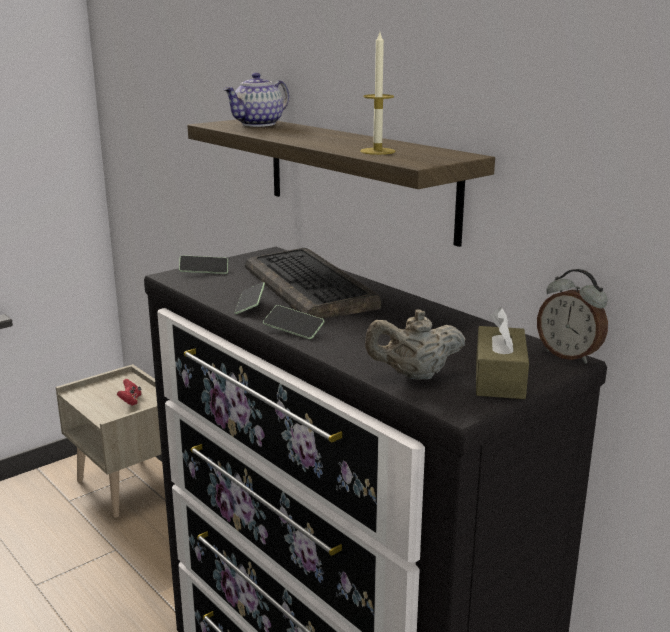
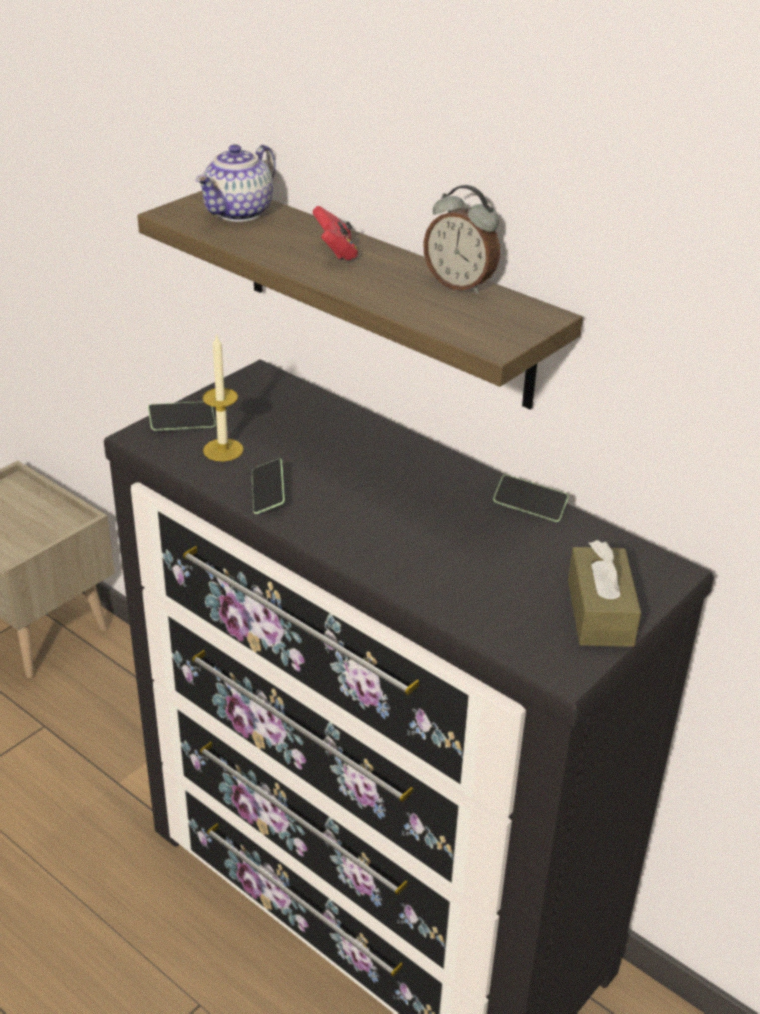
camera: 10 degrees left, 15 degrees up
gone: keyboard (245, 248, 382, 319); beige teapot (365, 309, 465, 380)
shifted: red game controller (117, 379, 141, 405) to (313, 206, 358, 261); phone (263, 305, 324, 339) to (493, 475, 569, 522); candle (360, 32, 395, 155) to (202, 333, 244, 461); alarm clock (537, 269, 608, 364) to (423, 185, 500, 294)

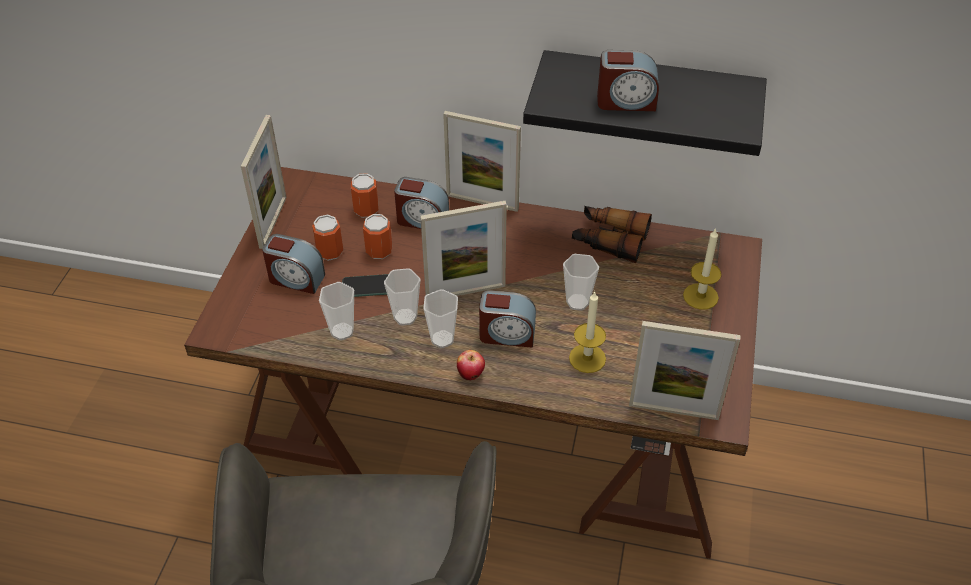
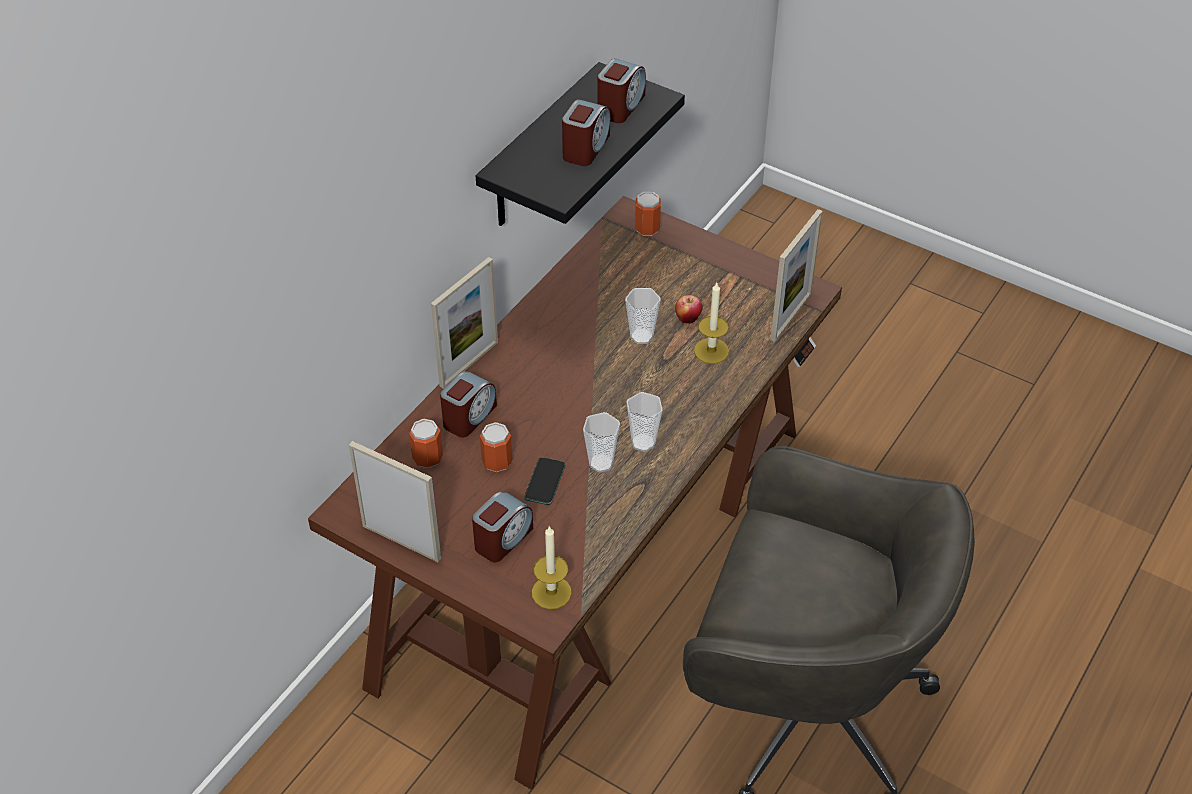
camera: 70 degrees left, 0 degrees up
gone: cup (319, 282, 354, 340); picture frame (420, 201, 507, 296); binoculars (572, 206, 652, 263)
shifted: can (312, 214, 343, 261) to (635, 191, 661, 236); apple (457, 350, 485, 381) to (675, 295, 702, 323); alarm clock (479, 290, 536, 348) to (598, 58, 646, 123); candle (683, 228, 721, 310) to (532, 525, 572, 609)

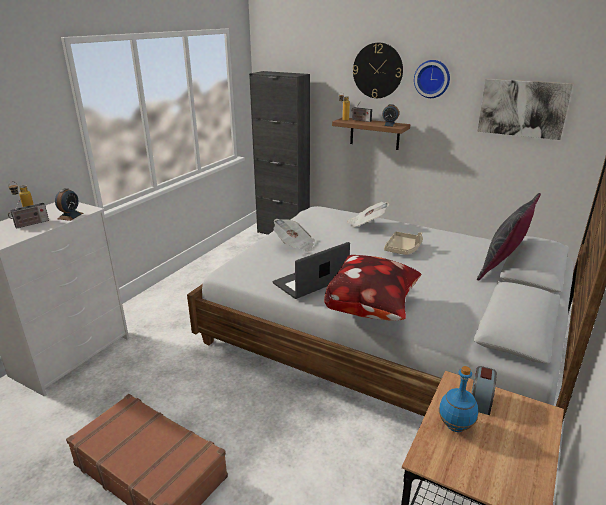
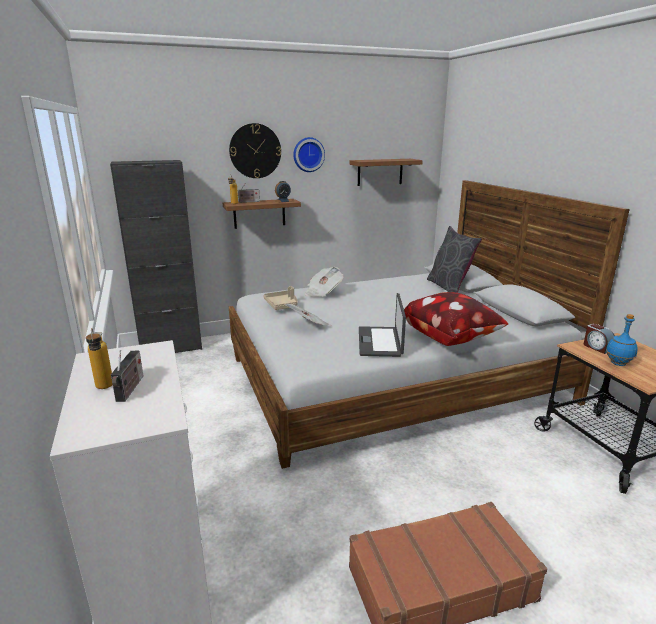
camera: 50 degrees left, 5 degrees down
gone: alarm clock (55, 188, 83, 221)
shifted: beige tray (384, 232, 423, 255) to (263, 286, 298, 310)
swapped: picture (477, 79, 573, 140) to brown shelf (349, 159, 423, 186)

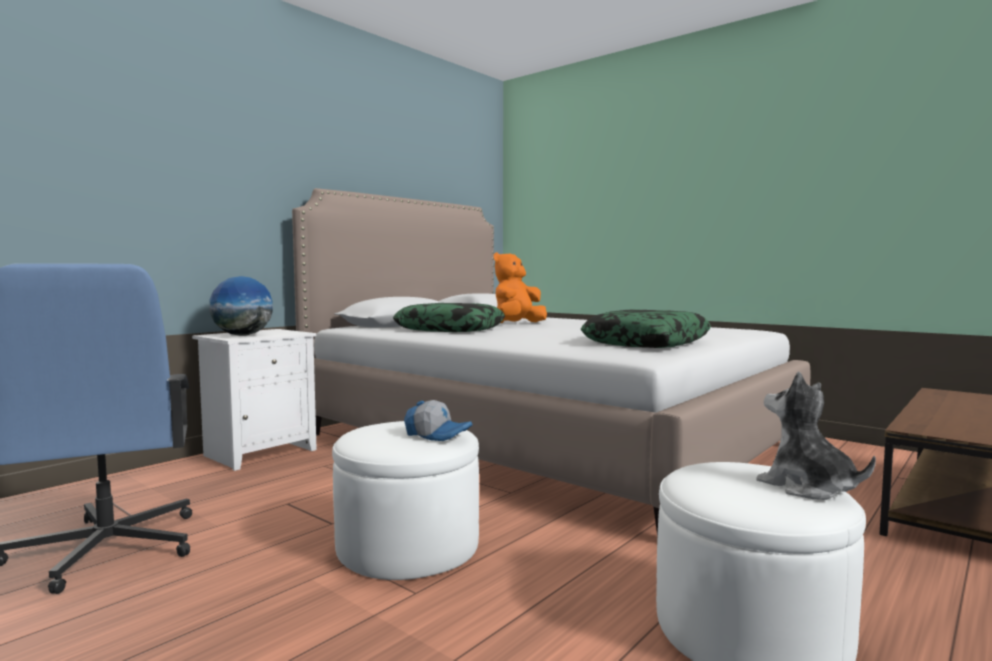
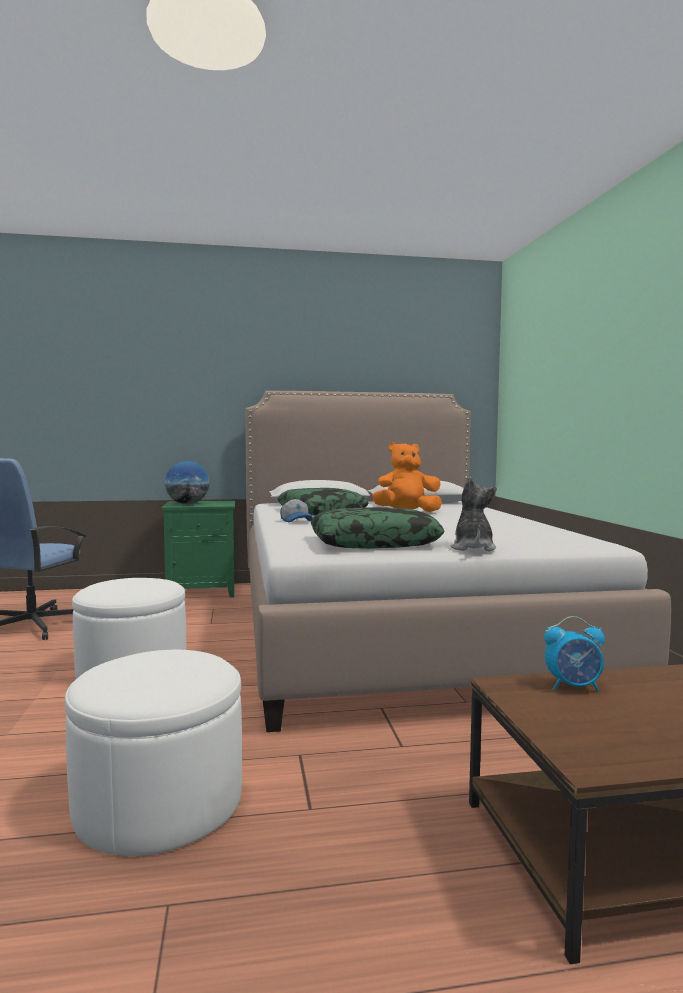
camera: 40 degrees right, 0 degrees up
new: alarm clock (544, 616, 605, 691)
shifted: cap (404, 400, 473, 441) to (280, 499, 313, 522); plush toy (756, 372, 876, 500) to (451, 477, 497, 551)
repainted: white nightstand (192, 329, 317, 471) to green nightstand (162, 501, 235, 598)

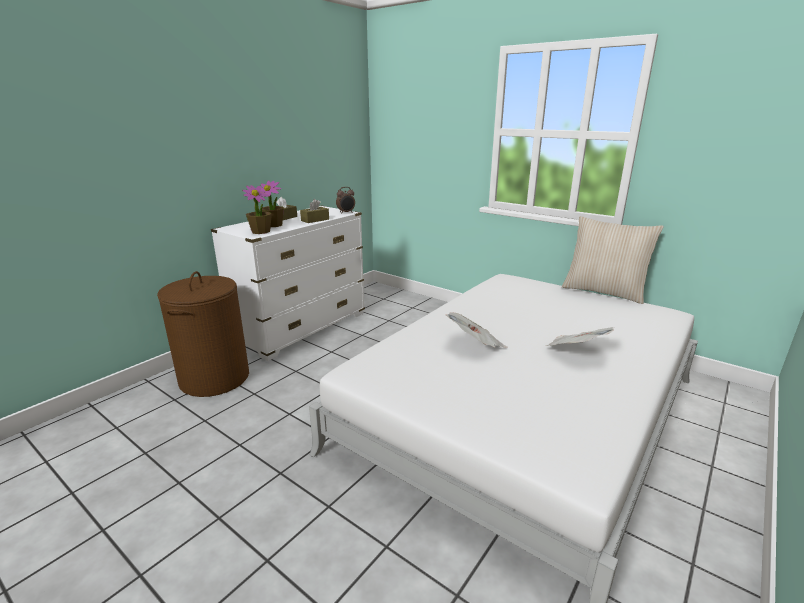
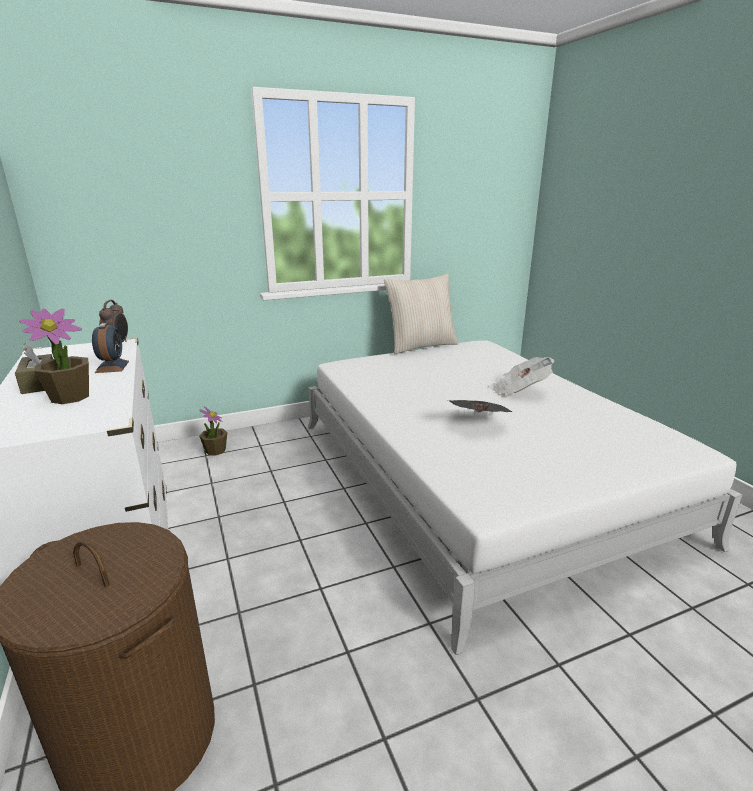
camera: 60 degrees left, 0 degrees up
shifted: potted plant (242, 185, 272, 234) to (199, 406, 227, 455)
swapped: brown tissue box (300, 199, 329, 223) to alarm clock (92, 323, 129, 373)

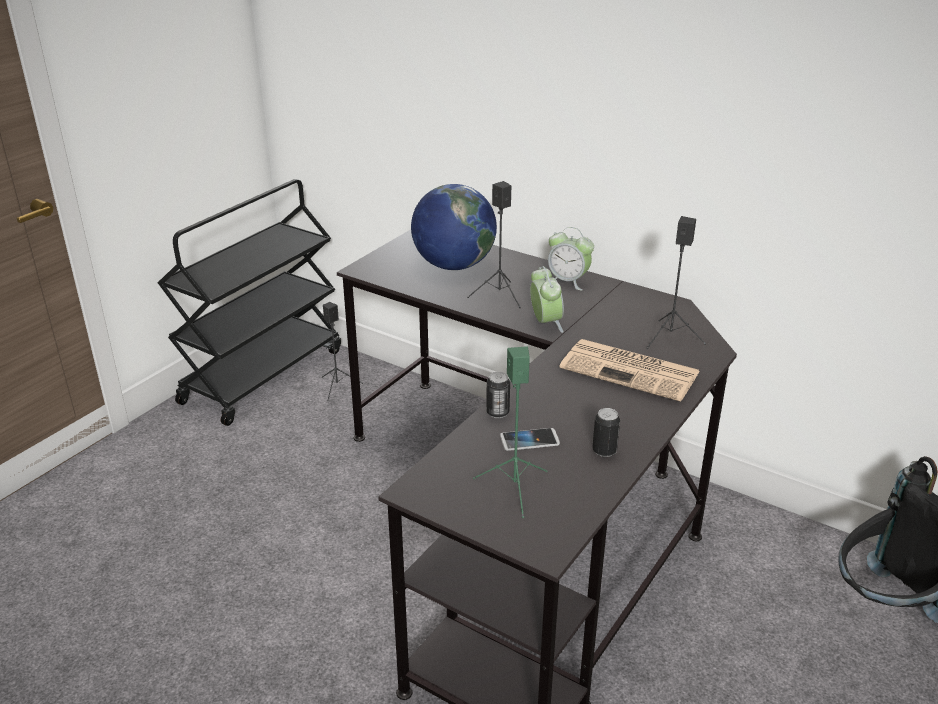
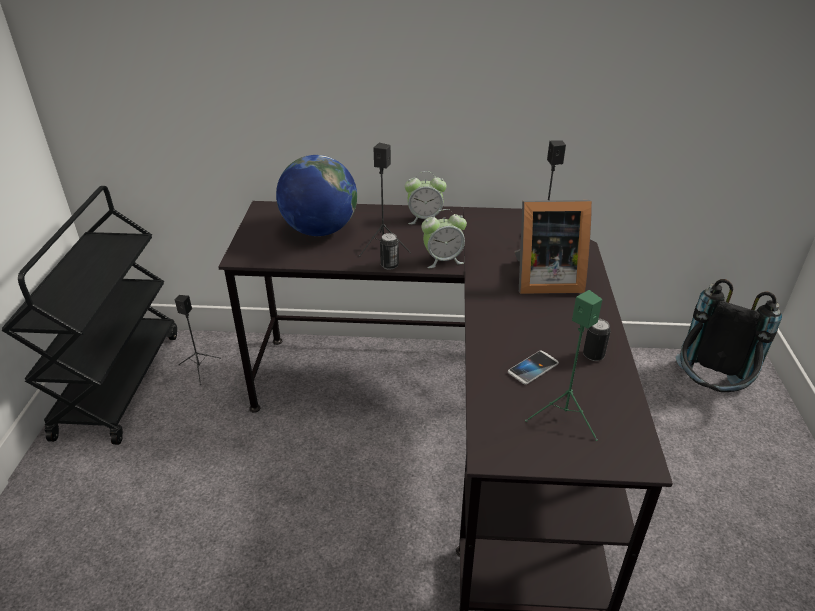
camera: 30 degrees left, 5 degrees up
shifted: can (486, 372, 510, 418) to (380, 233, 399, 270)
swapped: newspaper (559, 339, 700, 402) to picture frame (514, 200, 592, 294)
rotated: alarm clock (530, 266, 564, 333) = (421, 209, 467, 268) 120 degrees clockwise

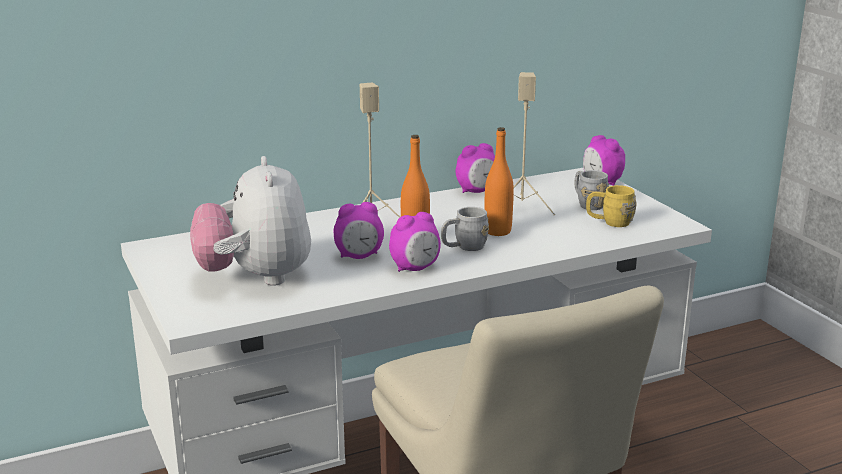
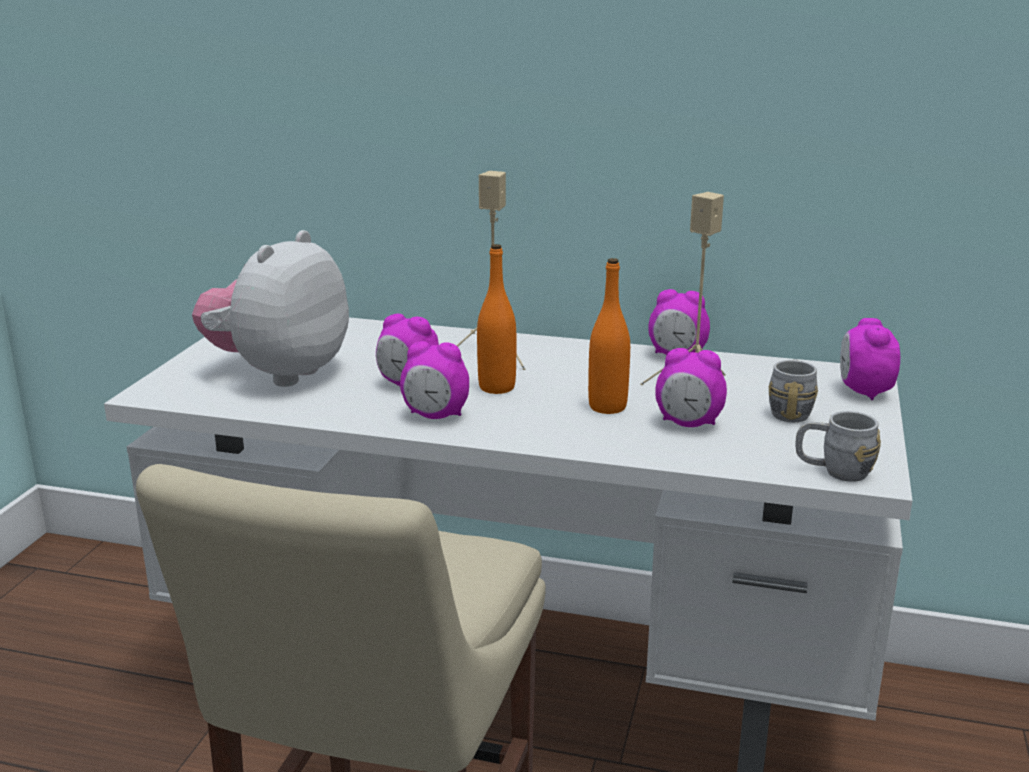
camera: 40 degrees right, 0 degrees up
gone: yellow mug (586, 185, 637, 227)
new: alarm clock (655, 348, 727, 427)
shifted: grey mug (441, 207, 489, 251) to (795, 411, 881, 482)

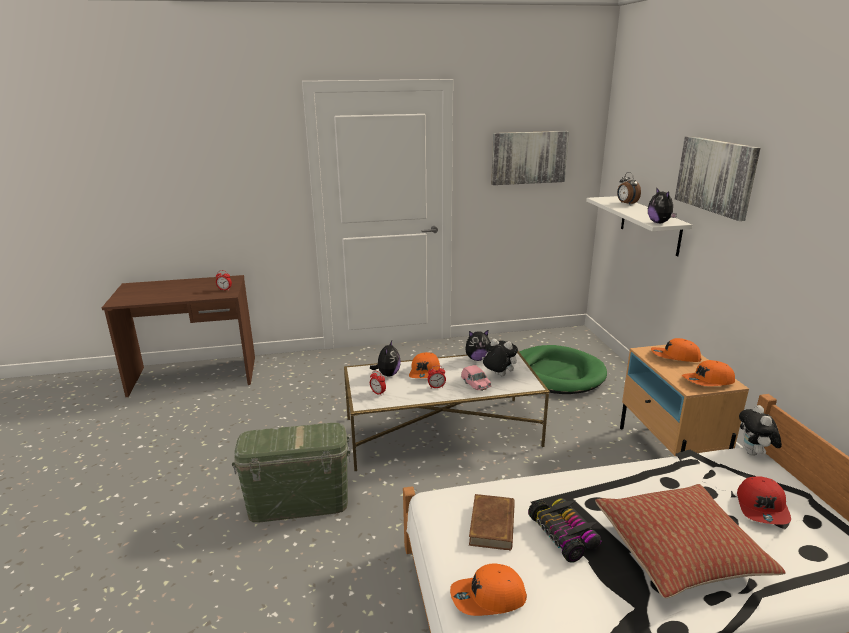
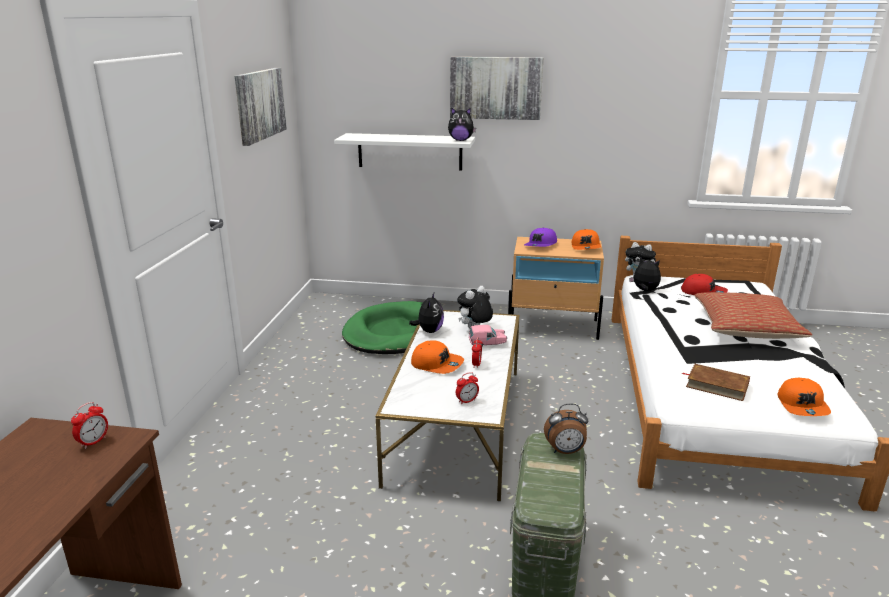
camera: 70 degrees left, 0 degrees up
gone: toy car (528, 498, 602, 563)
shifted: plush toy (370, 341, 401, 376) to (629, 257, 661, 291); alarm clock (617, 172, 641, 204) to (544, 404, 588, 454)
repainted: orange cap (651, 338, 701, 362) to purple cap (524, 227, 557, 247)

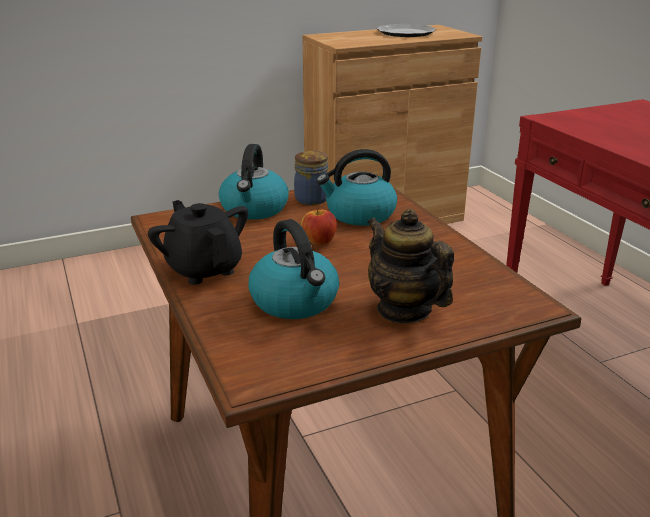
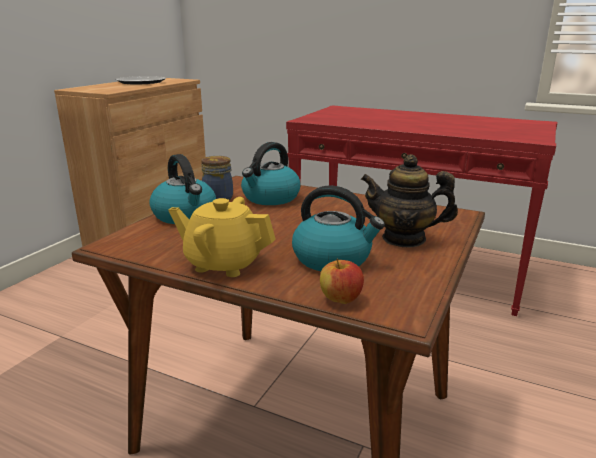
camera: 40 degrees left, 5 degrees down
shifted: apple (301, 207, 337, 245) to (320, 258, 364, 304)
repainted: black teapot (148, 200, 248, 285) to yellow teapot (169, 197, 275, 277)

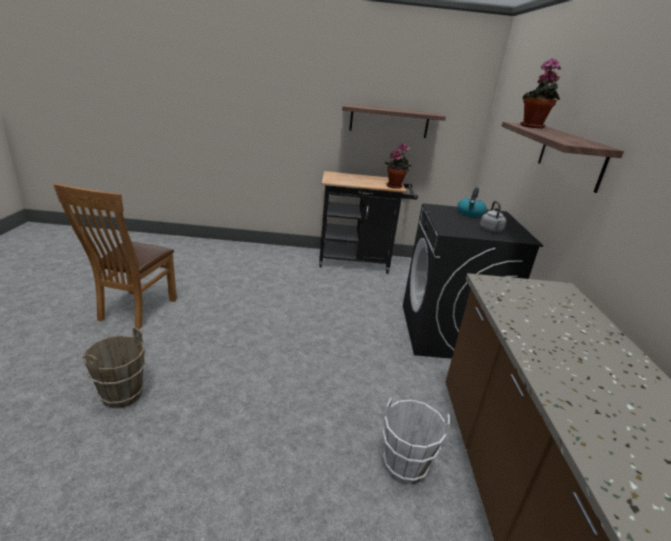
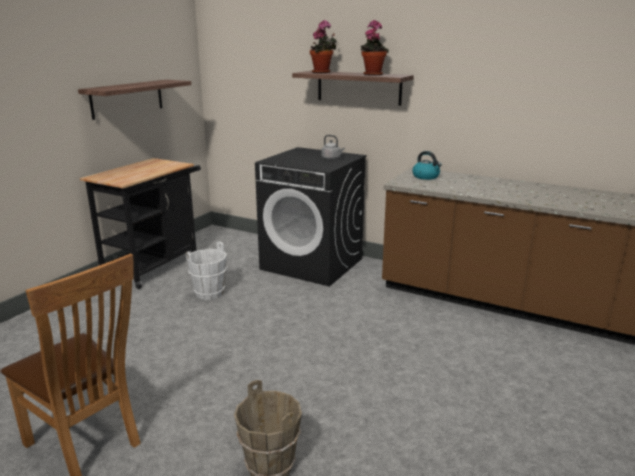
camera: 60 degrees left, 5 degrees down
shifted: white bucket (383, 398, 450, 485) to (186, 241, 227, 300); potted plant (385, 144, 411, 189) to (361, 20, 389, 76); kettle (458, 187, 486, 218) to (412, 151, 442, 180)

